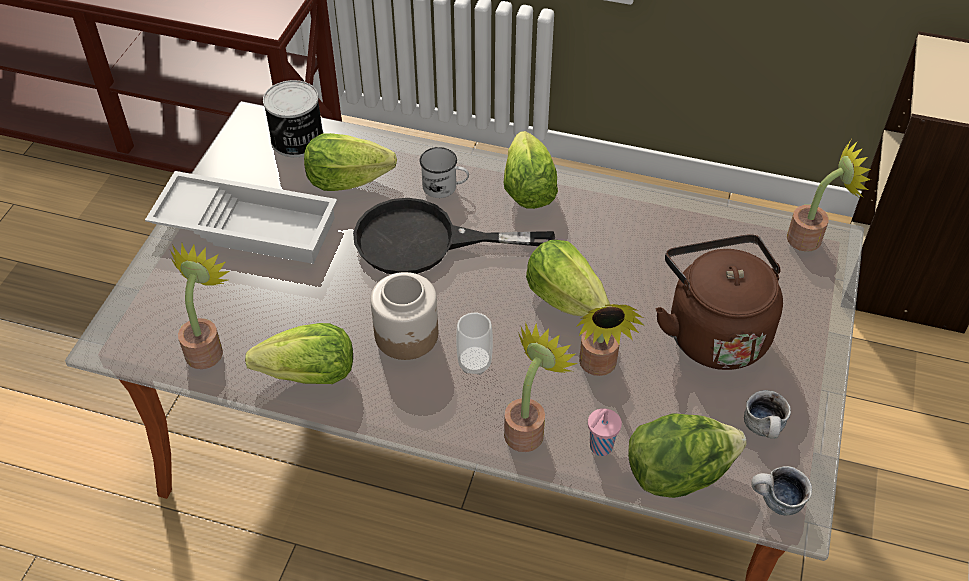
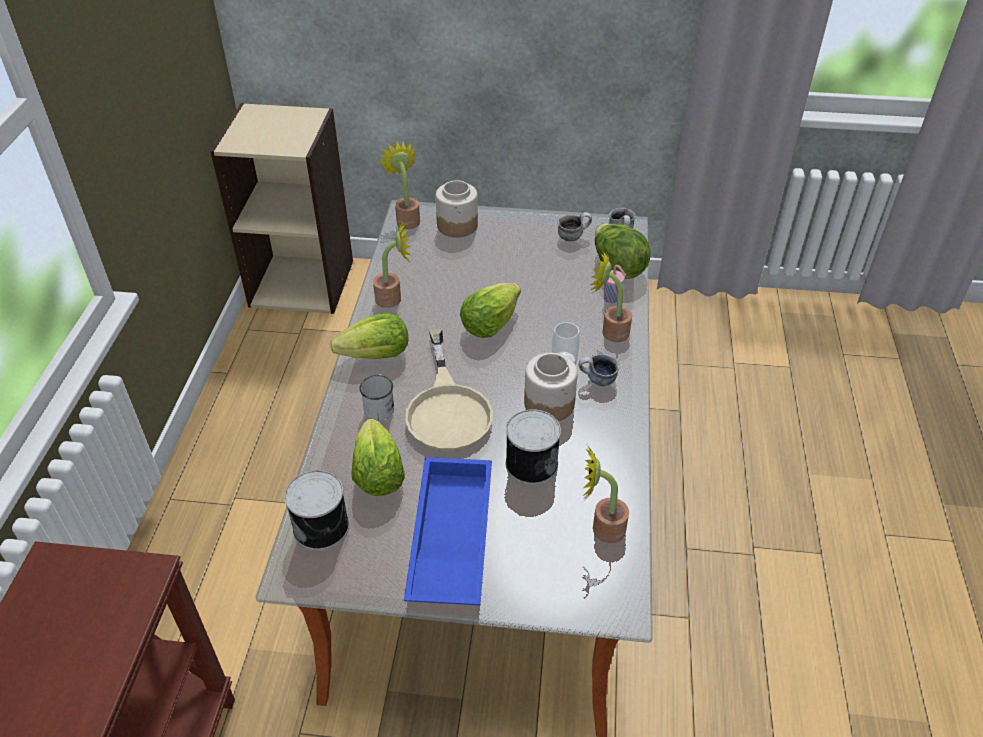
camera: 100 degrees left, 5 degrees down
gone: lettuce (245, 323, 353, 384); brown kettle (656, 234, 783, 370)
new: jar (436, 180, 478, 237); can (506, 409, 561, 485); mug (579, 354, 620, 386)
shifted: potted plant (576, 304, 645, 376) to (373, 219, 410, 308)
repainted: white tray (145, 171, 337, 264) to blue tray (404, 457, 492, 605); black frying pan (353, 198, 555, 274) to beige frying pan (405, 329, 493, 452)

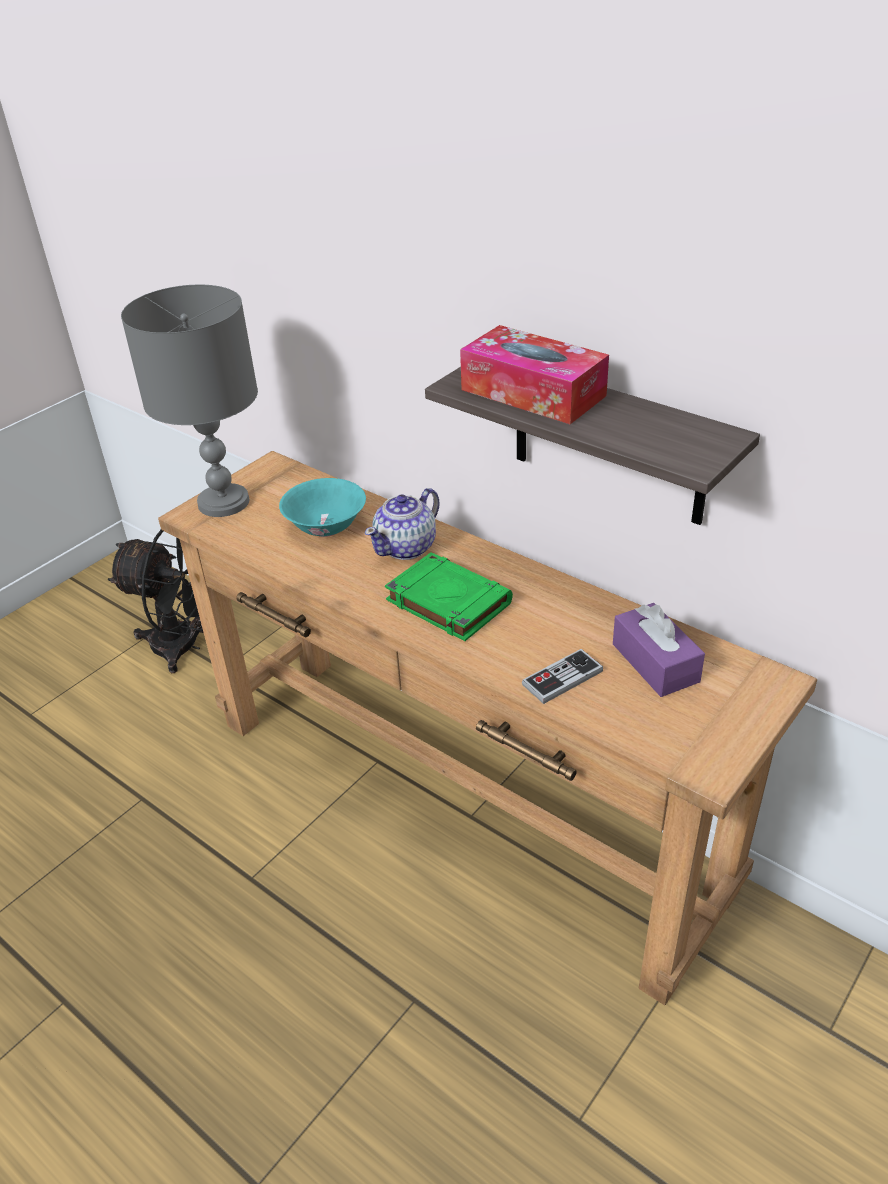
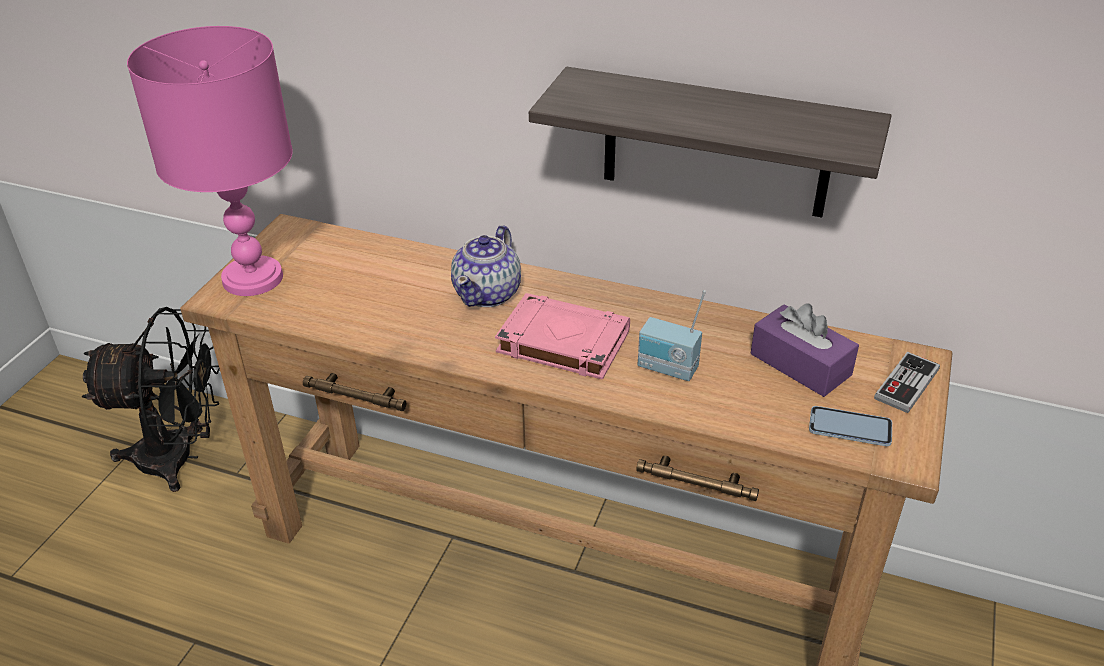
camera: 20 degrees left, 0 degrees up
gone: turquoise bowl (279, 478, 366, 537); tissue box (460, 325, 609, 424)
new: radio (638, 290, 706, 381); phone (809, 406, 892, 446)
shifted: game controller (522, 649, 603, 704) to (874, 352, 940, 413)
repainted: grey table lamp (121, 285, 258, 517) to pink table lamp (127, 26, 293, 296); green book (385, 552, 513, 641) to pink book (495, 293, 630, 380)

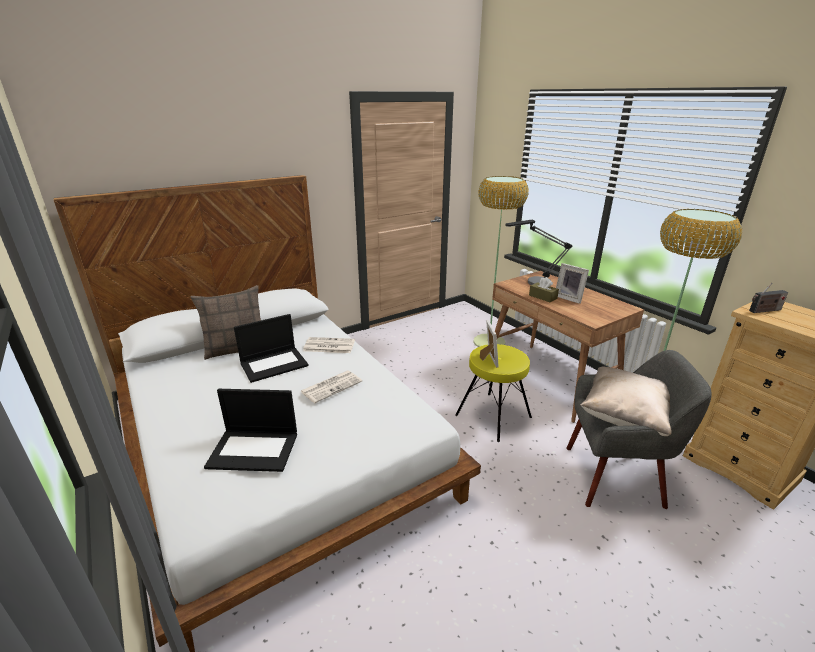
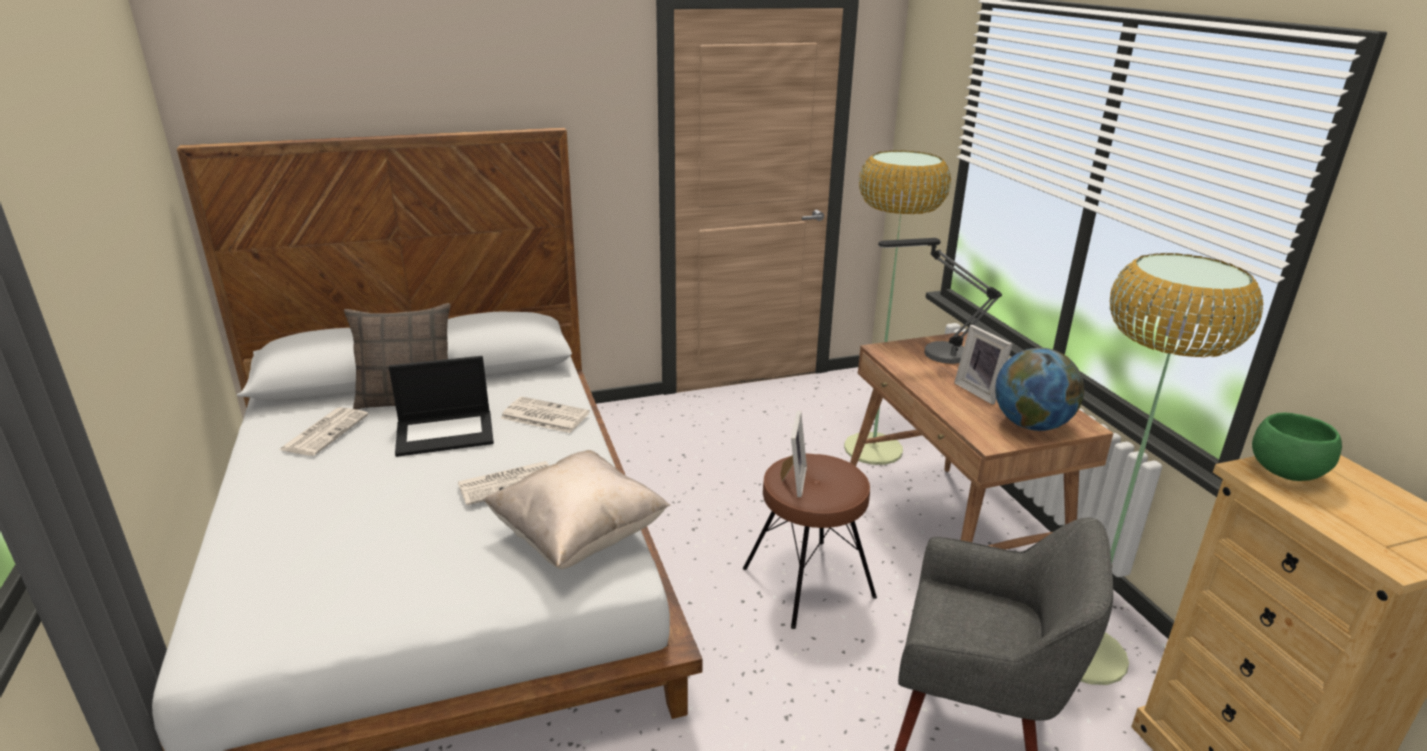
camera: 15 degrees right, 0 degrees up
gone: laptop (204, 389, 297, 472); brown tissue box (529, 277, 559, 302)
new: newspaper (279, 407, 369, 456); globe (995, 348, 1084, 431)
shifted: beige pillow (580, 367, 672, 436) to (483, 450, 670, 569)
swapped: radio (749, 283, 788, 313) to green bowl (1252, 413, 1342, 481)
repainted: yellow stool (455, 344, 532, 442) to brown stool (743, 454, 877, 629)

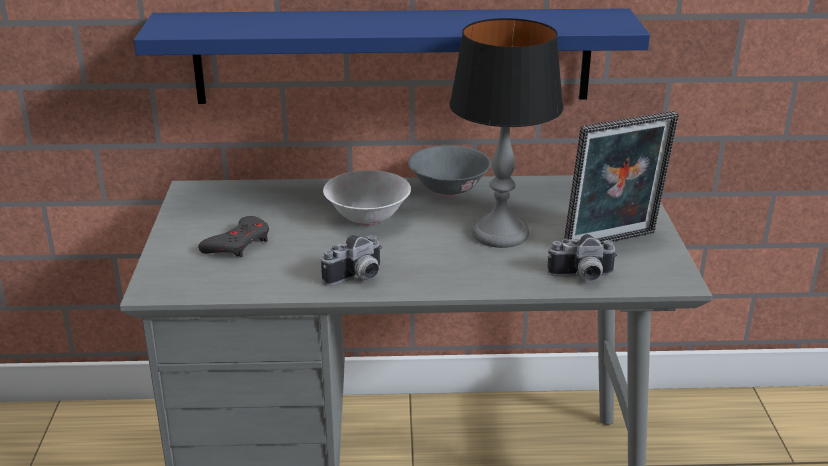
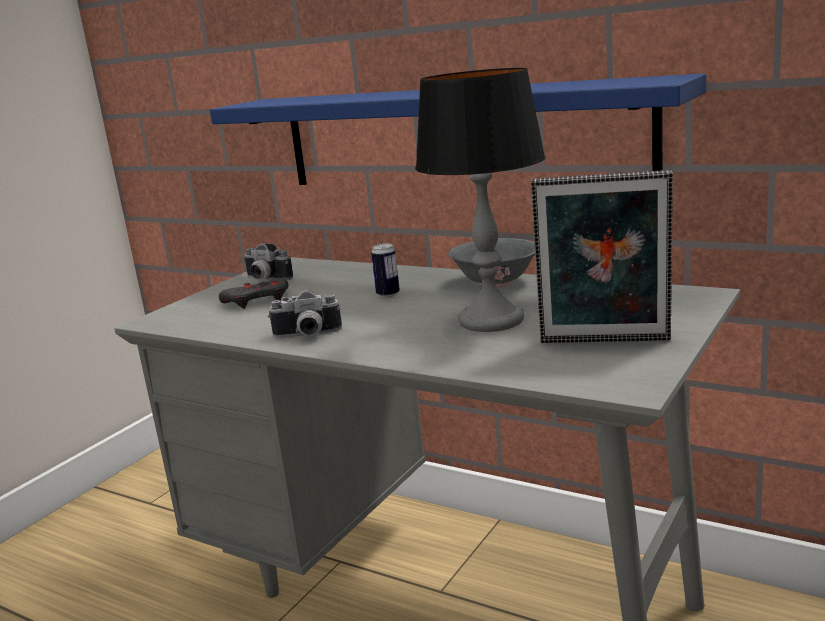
camera: 35 degrees right, 10 degrees down
shifted: photo camera (547, 234, 617, 281) to (243, 244, 293, 280)
swapped: white bowl (323, 170, 411, 225) to can (371, 243, 400, 297)

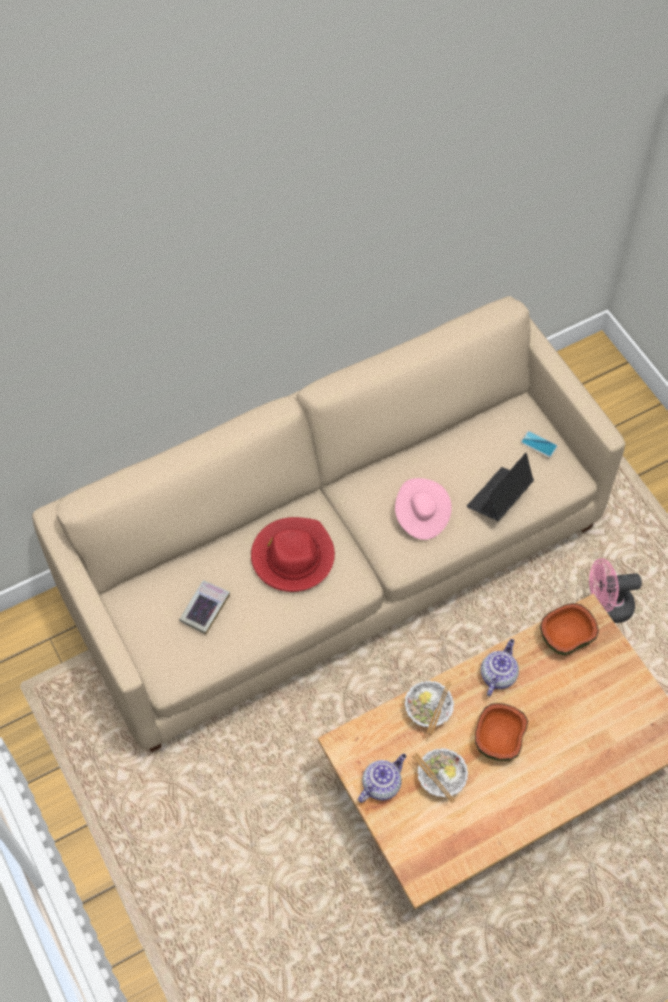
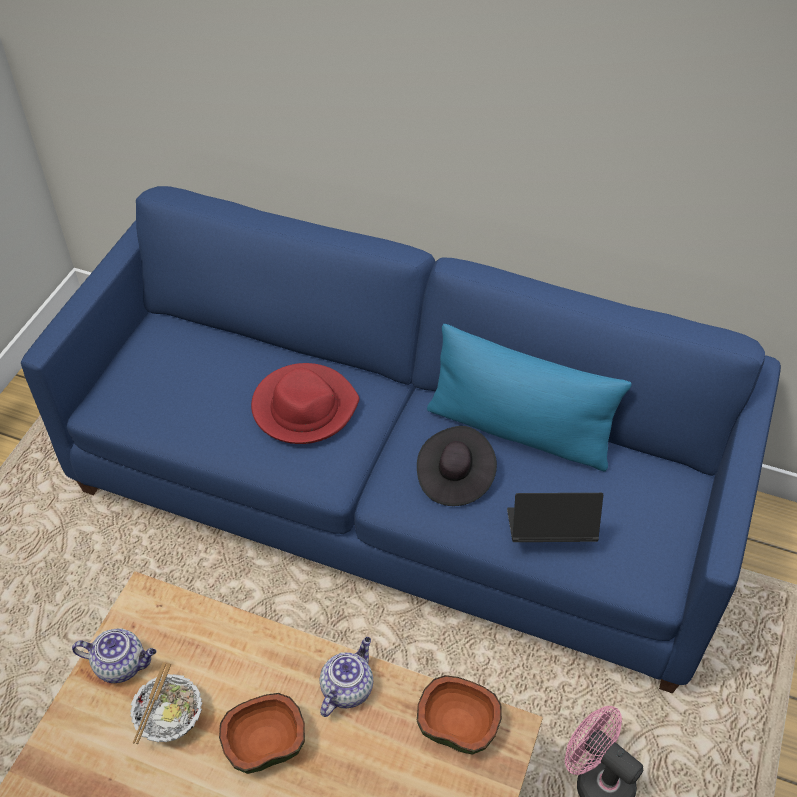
camera: 50 degrees right, 10 degrees down
gone: book (179, 580, 230, 635); bowl (404, 680, 454, 735); phone (521, 431, 558, 457)
new: blue pillow (427, 324, 632, 472)
repainted: beige sofa (32, 296, 625, 752) to blue sofa (21, 186, 781, 693); pink hat (395, 478, 452, 540) to black hat (417, 426, 497, 506)
rotated: teapot (481, 639, 519, 696) = (320, 637, 373, 717) 45 degrees counterclockwise

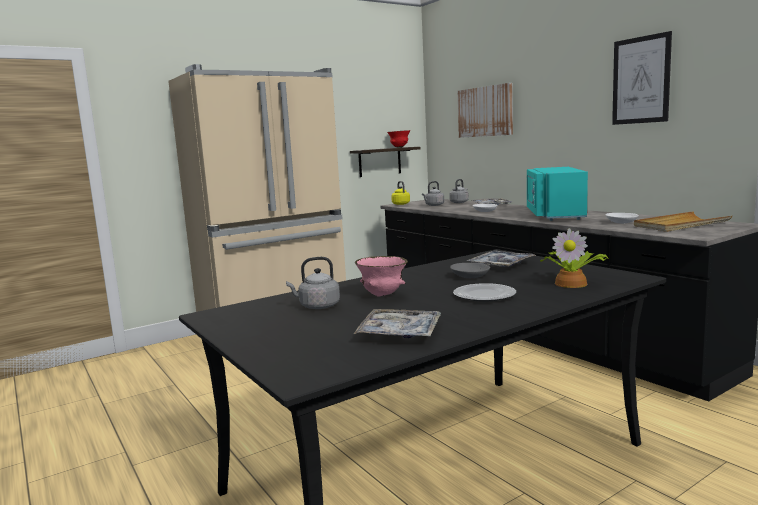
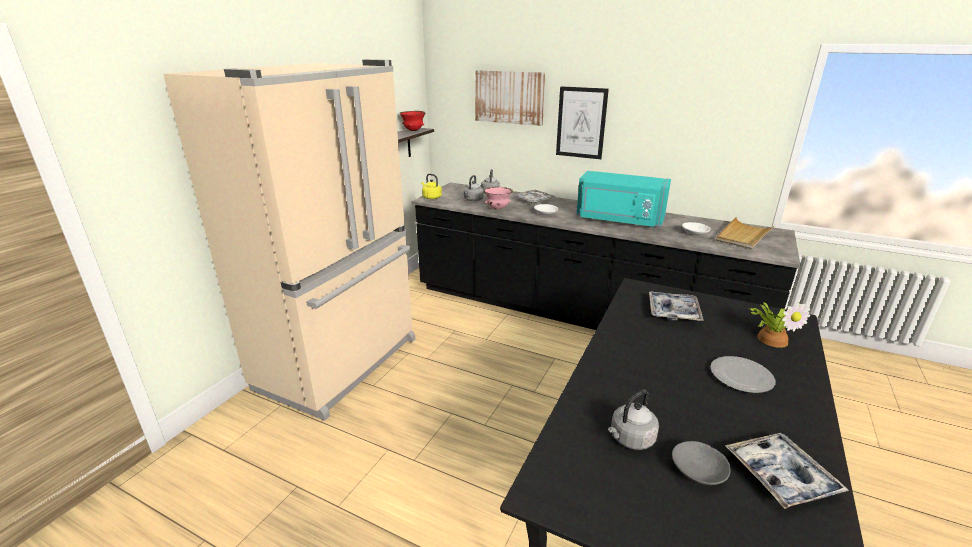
camera: 30 degrees left, 15 degrees up
shifted: pink bowl (355, 256, 408, 297) to (484, 187, 513, 210); grey bowl (450, 263, 490, 278) to (672, 441, 731, 485); picture (612, 31, 672, 125) to (556, 87, 609, 159)
rotated: turquoise microwave (527, 167, 588, 221) = (577, 171, 671, 227) 45 degrees counterclockwise

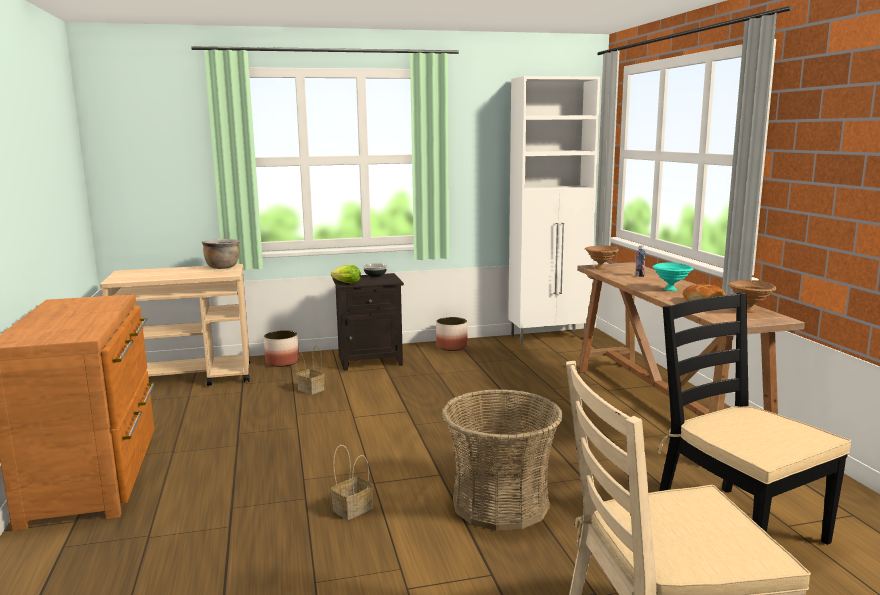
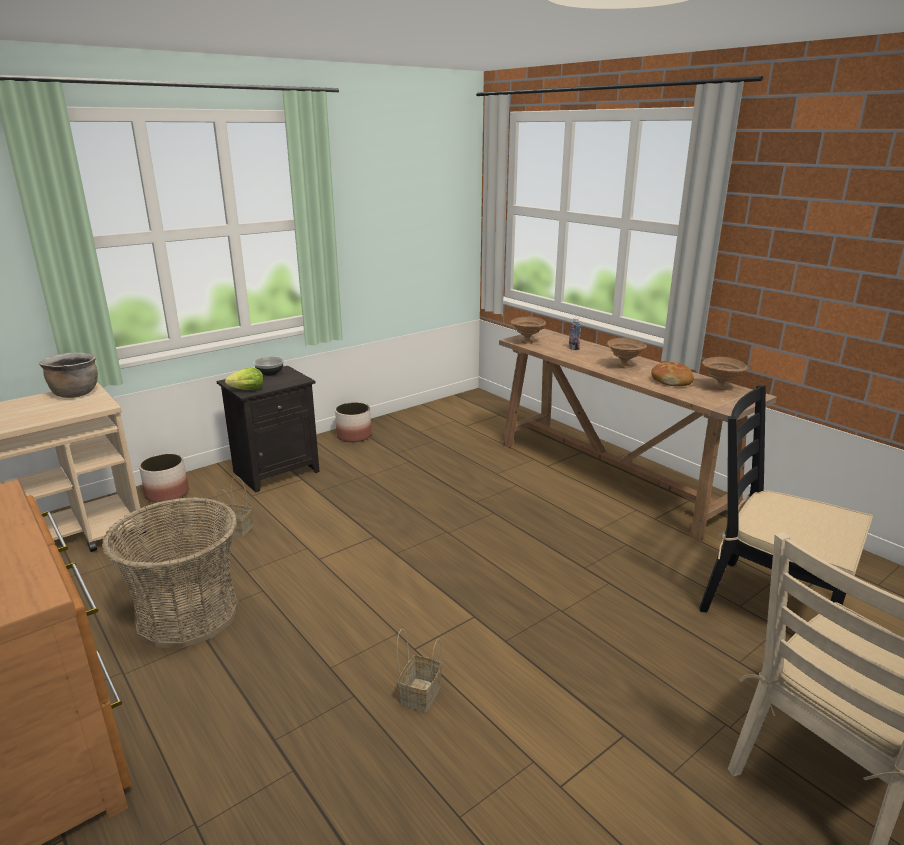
camera: 25 degrees left, 10 degrees up
gone: white cabinet (508, 76, 600, 344)
shifted: basket (441, 389, 563, 531) to (102, 497, 239, 648)
repainted: turquoise bowl (653, 262, 693, 291) to brown bowl (607, 338, 647, 368)

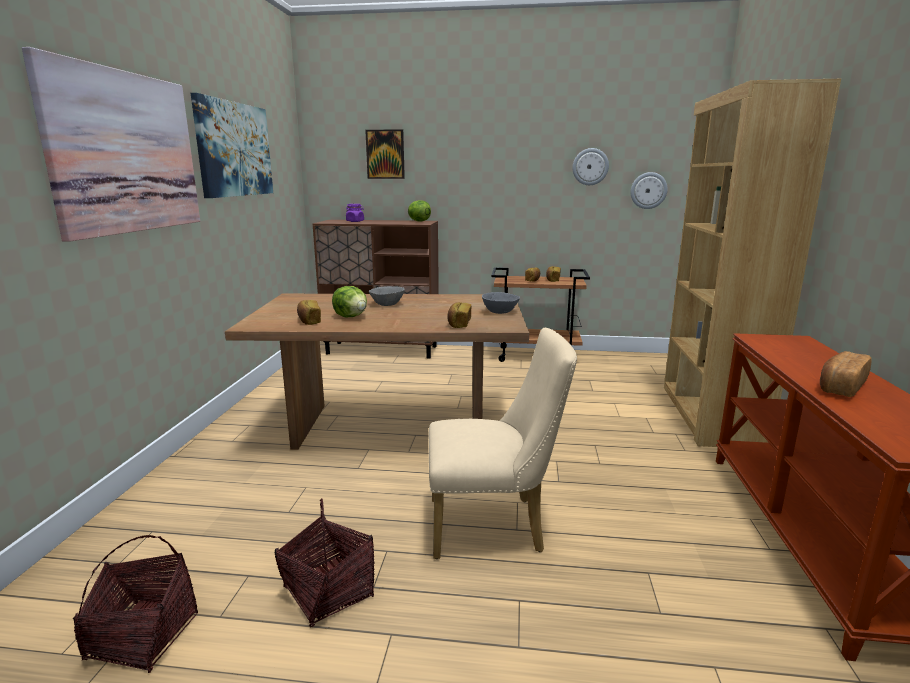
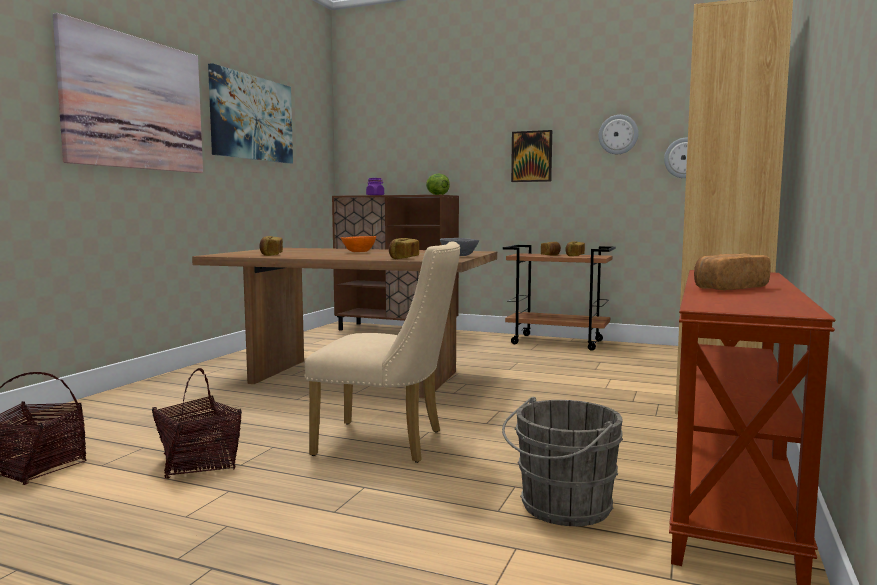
camera: 15 degrees right, 10 degrees down
gone: lettuce (332, 286, 367, 317)
new: grey bucket (502, 397, 623, 526)
shifted: picture (365, 129, 405, 179) to (511, 130, 552, 182)
repainted: grey bowl (369, 286, 405, 306) to orange bowl (341, 236, 376, 252)

